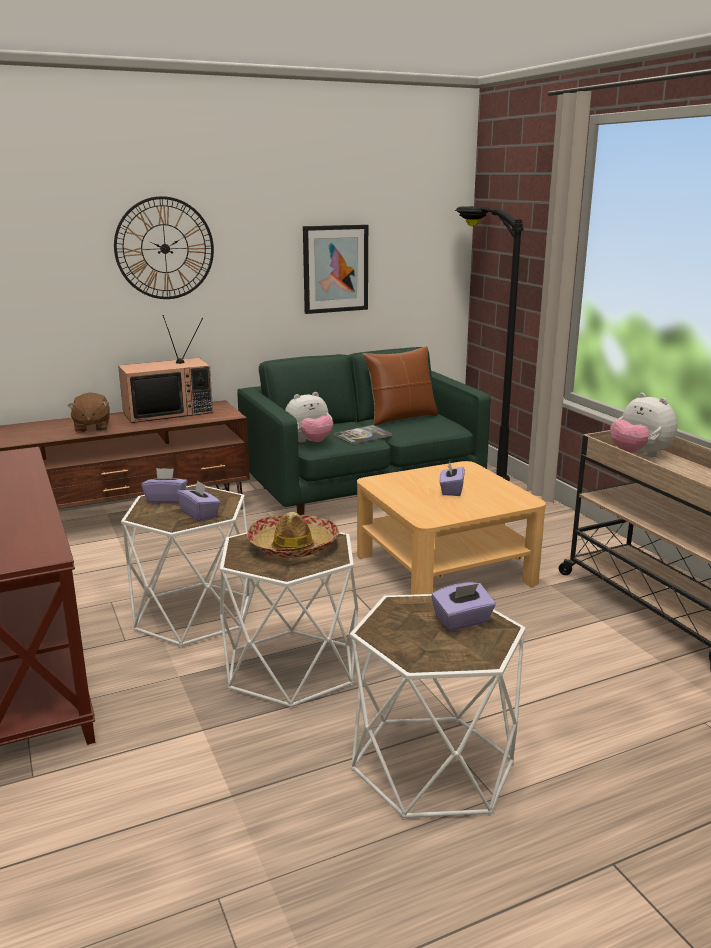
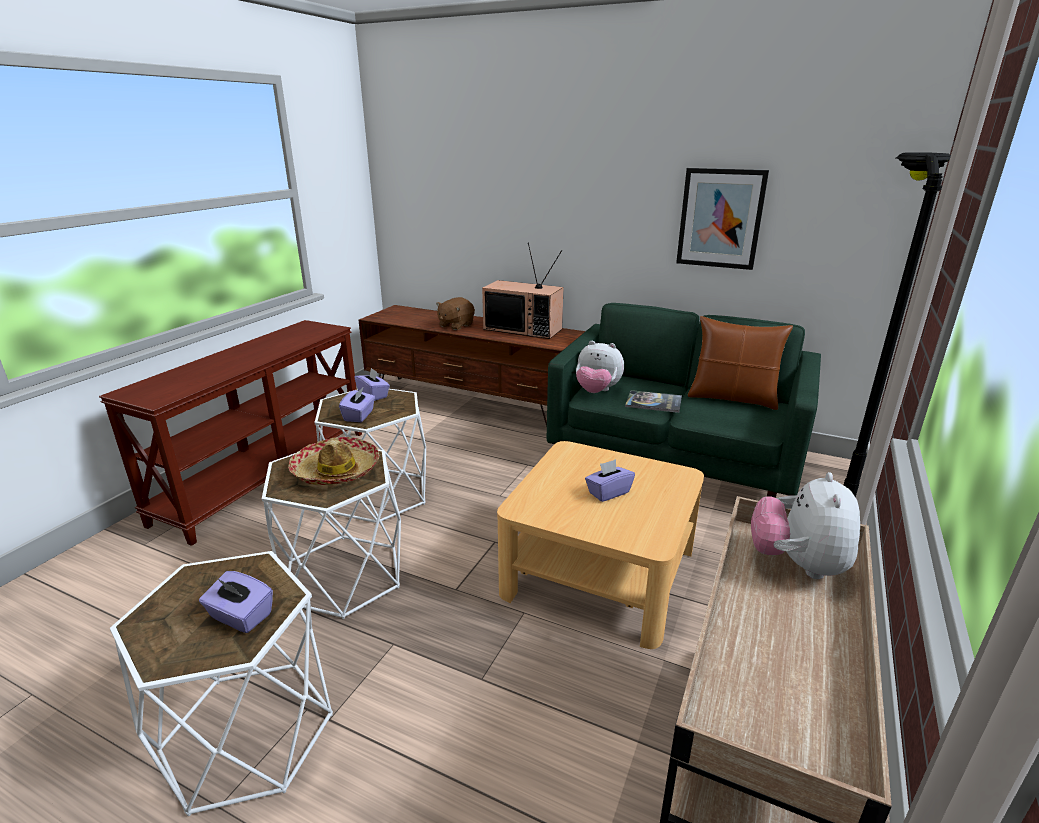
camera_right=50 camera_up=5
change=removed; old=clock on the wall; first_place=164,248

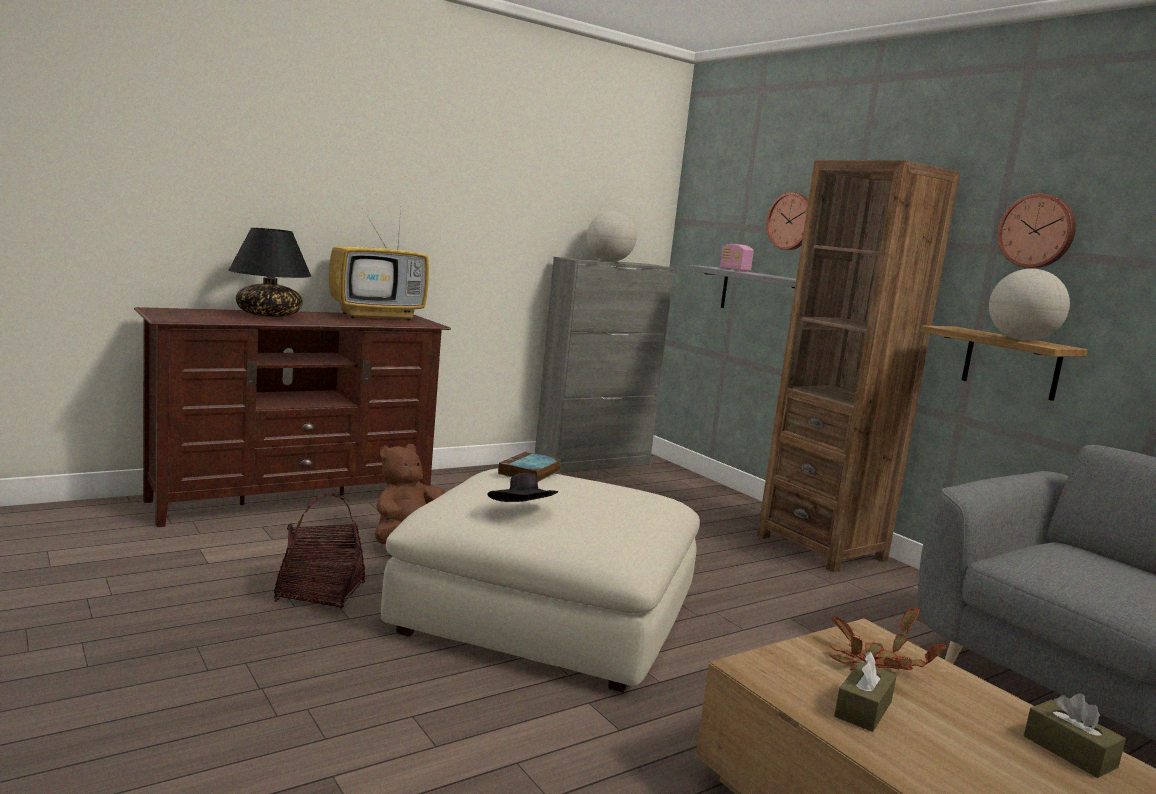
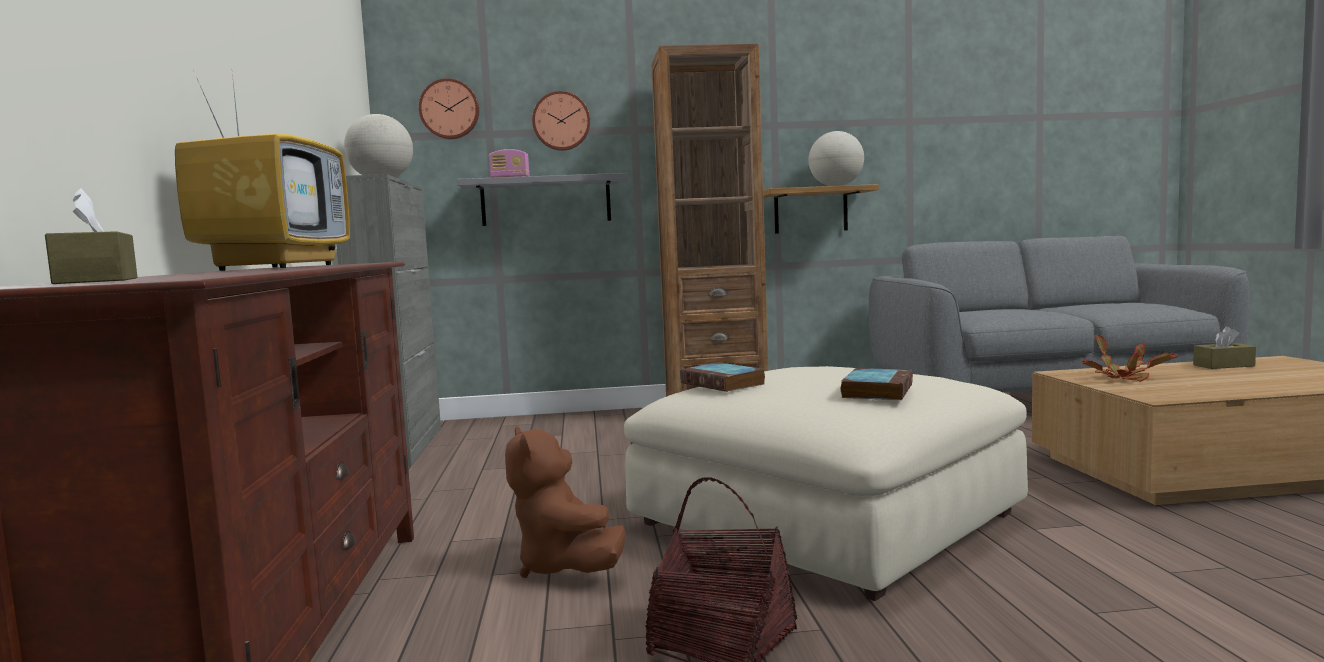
camera_right=-60 camera_up=-5
change=removed; old=table lamp in blackish; first_place=268,315
change=replaced; old=wearable hat in blackish; new=bound book; first_place=522,512; second_place=877,391
change=moved; old=tissue holder in brownish; first_place=863,709; second_place=97,281
change=moved; old=clock on the wall; first_place=1037,231; second_place=449,109

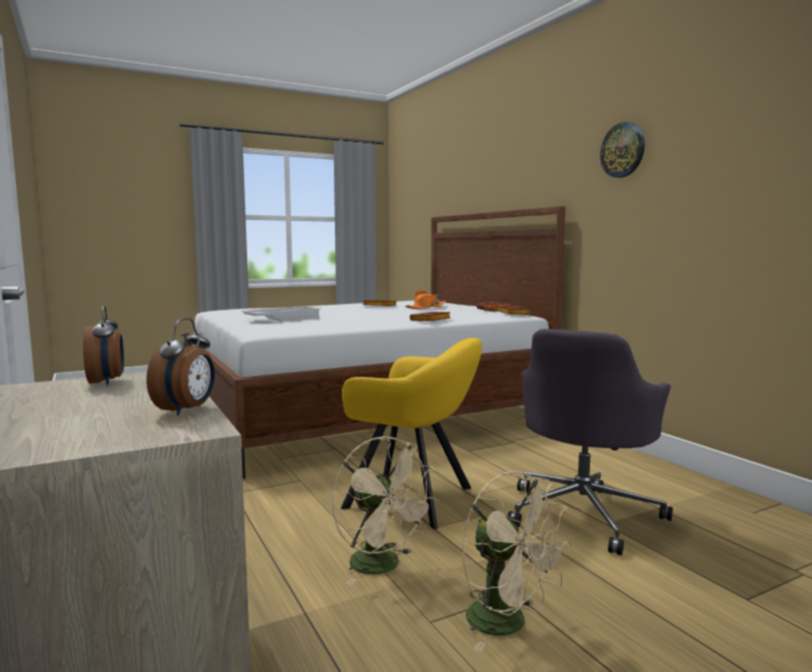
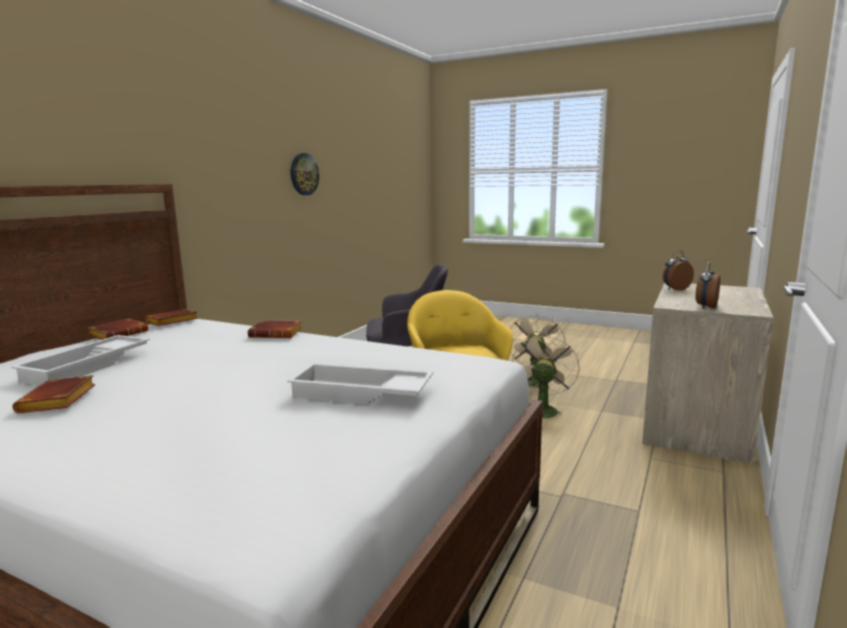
camera_right=-125 camera_up=5
change=replaced; old=wearable hat in orange-coloured; new=tray in white; first_place=425,307; second_place=88,367
change=moved; old=clock on the wall; first_place=623,150; second_place=304,174

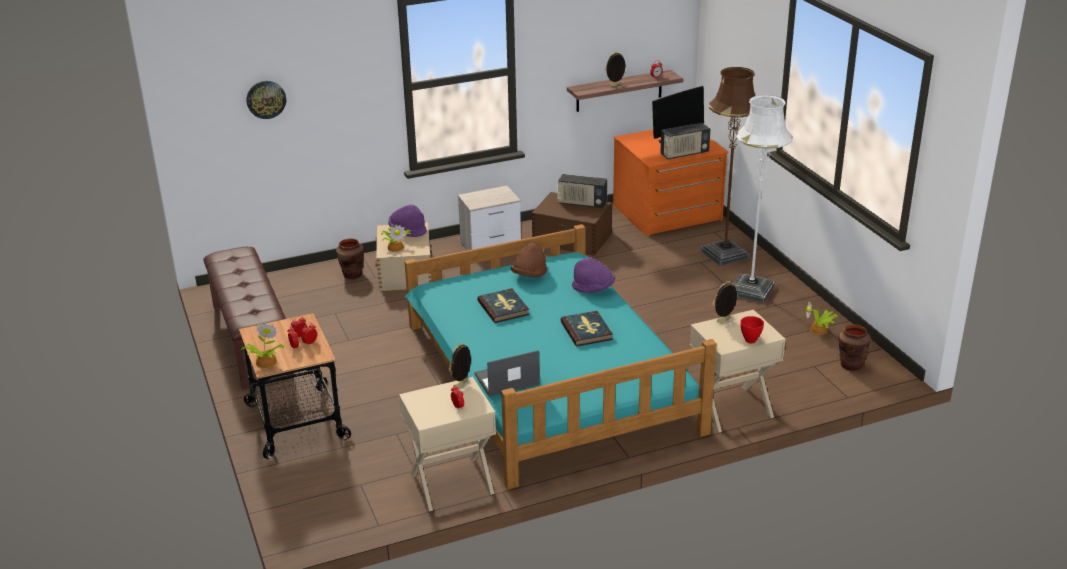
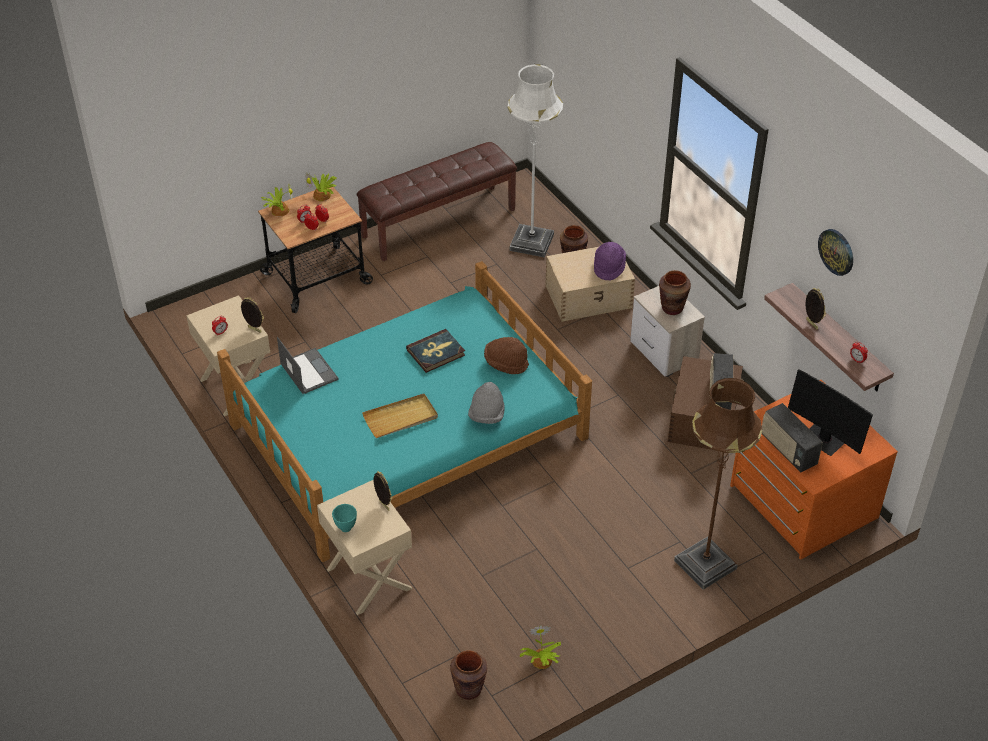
camera_right=80 camera_up=15
change=moved; old=clock on the wall; first_place=266,99; second_place=836,251
change=moved; old=plant in a pot; first_place=396,247; second_place=323,195
change=replaced; old=bound book; new=tray in beige; first_place=586,331; second_place=401,418
change=recoloured; old=wearable hat in purple-coloured; new=wearable hat in greyish; first_place=593,289; second_place=487,415
change=moved; old=standing lamp in white; first_place=751,290; second_place=532,242
change=recoloured; old=deep dish in red-coloured; new=deep dish in turquoise; first_place=750,340; second_place=346,527
change=added; new=decorative vase in brownish; second_place=672,308

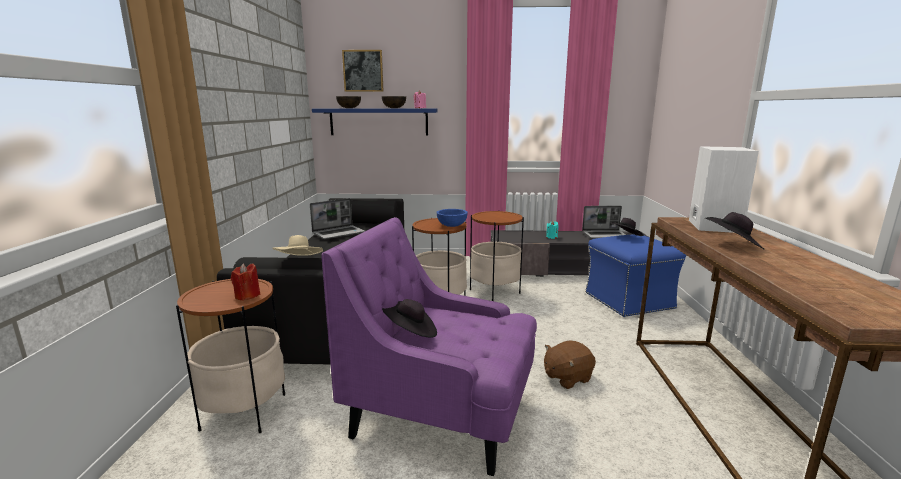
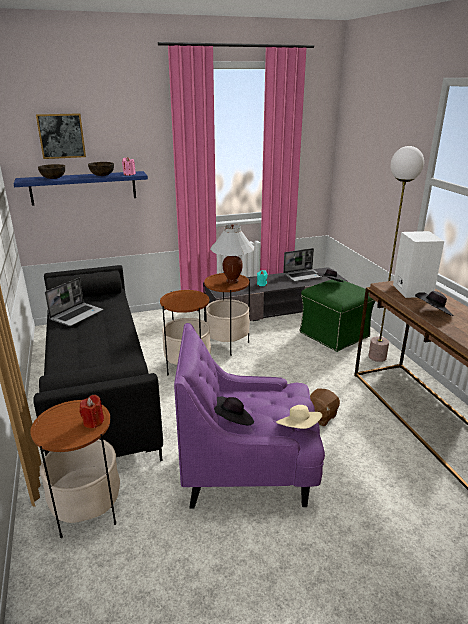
camera_right=-20 camera_up=10
change=moved; old=wearable hat in beige; first_place=299,262; second_place=299,428
change=removed; old=deep dish in blue; first_place=451,225
change=recoloured; old=footrest in blue; new=footrest in greenish; first_place=629,301; second_place=334,335
change=added; new=table lamp in white; second_place=232,281
change=added; new=standing lamp; second_place=377,357

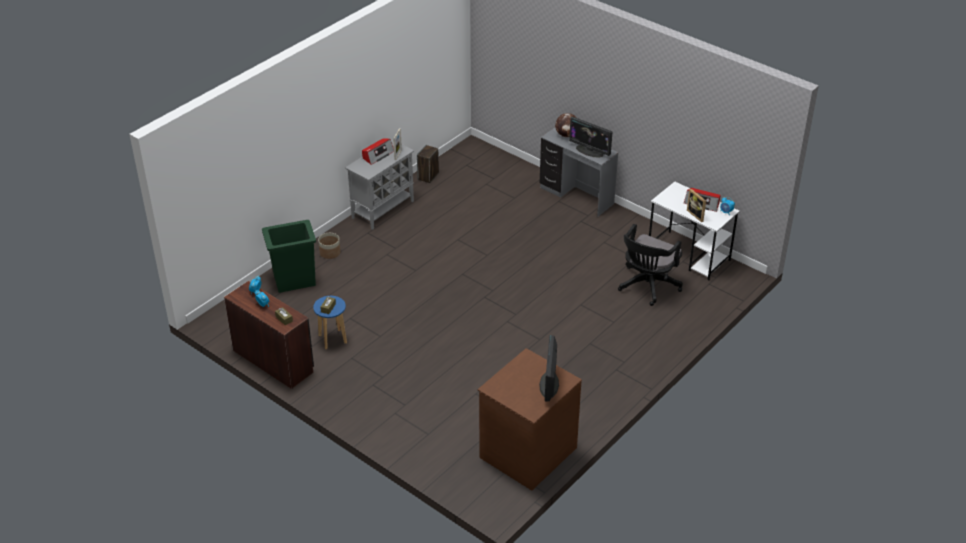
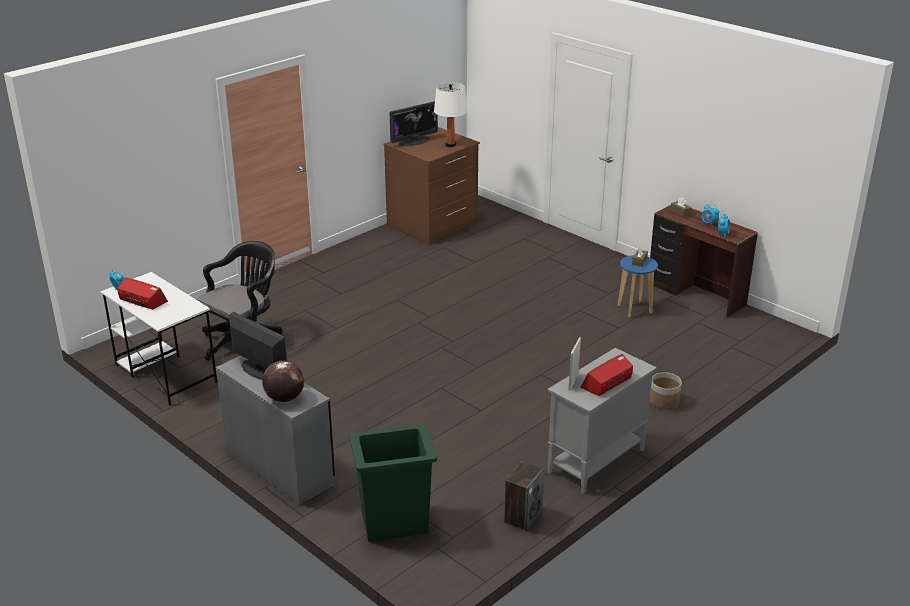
camera_right=-175 camera_up=-10
change=moved; old=trash can in greenish; first_place=294,280; second_place=395,523
change=turned; old=computer display; first_place=549,384; second_place=414,141; degrees=45
change=removed; old=standing frame; first_place=697,215
change=added; new=table lamp in white; second_place=450,144

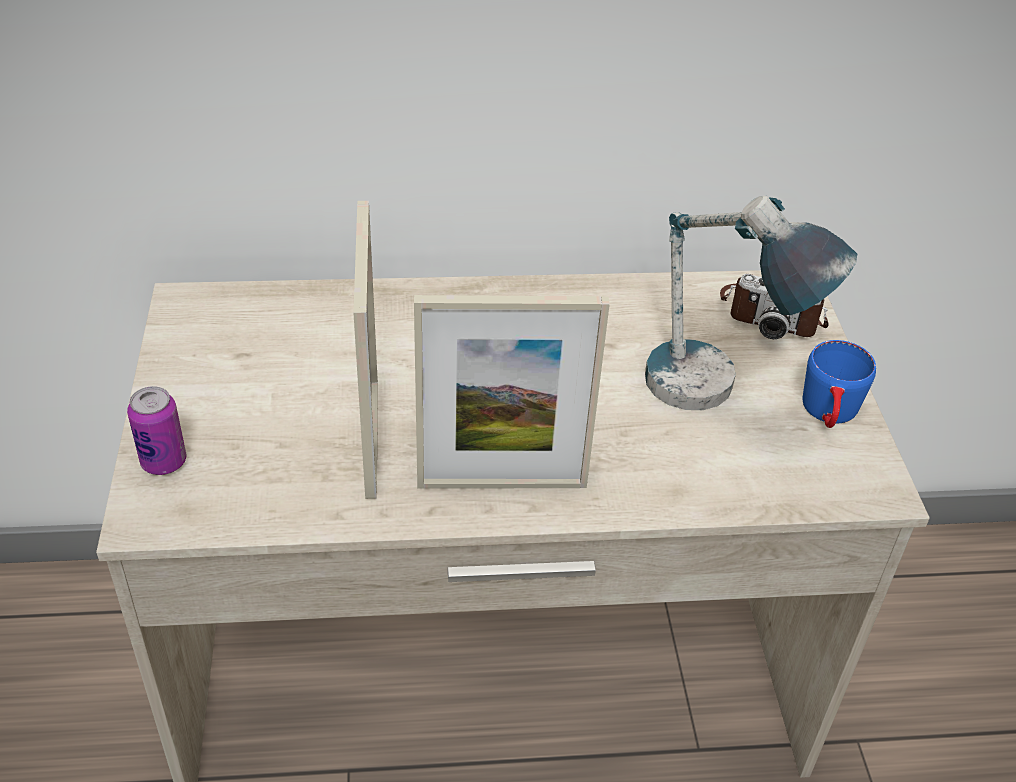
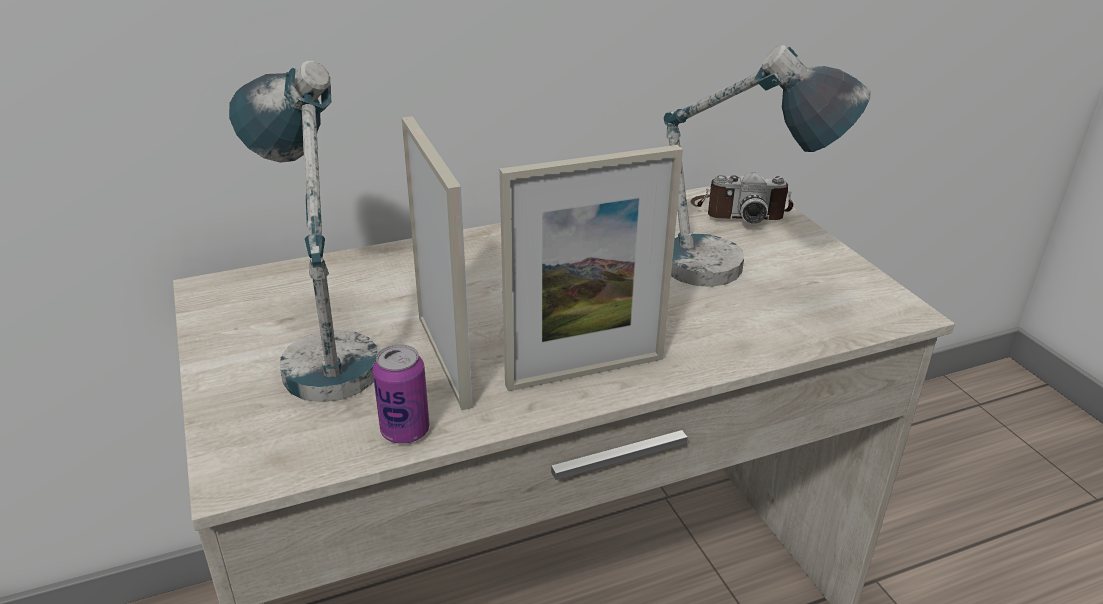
camera_right=-15 camera_up=-10
change=moved; old=metal can; first_place=164,462; second_place=405,431
change=removed; old=mug in blue; first_place=829,414
change=added; new=table lamp; second_place=323,348

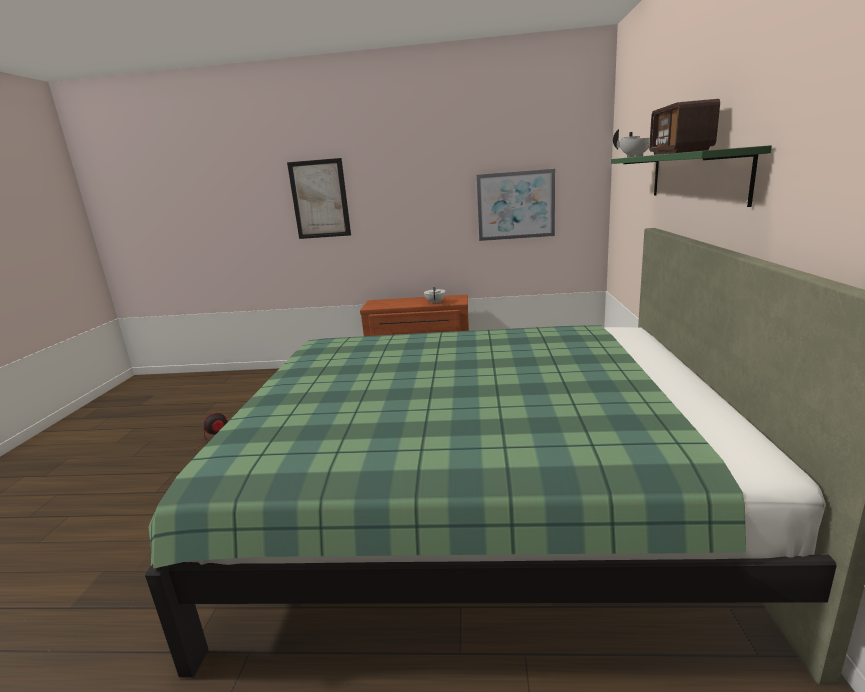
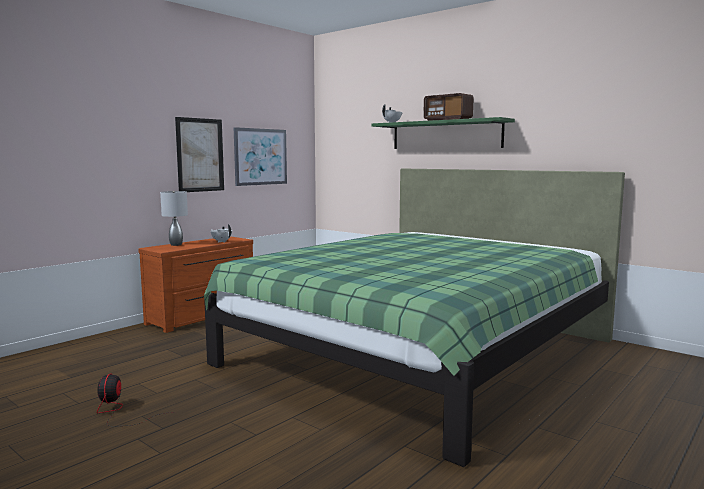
camera_right=-55 camera_up=-10
change=moved; old=wall picture; first_place=320,199; second_place=200,155
change=added; new=table lamp in greyish; second_place=175,244

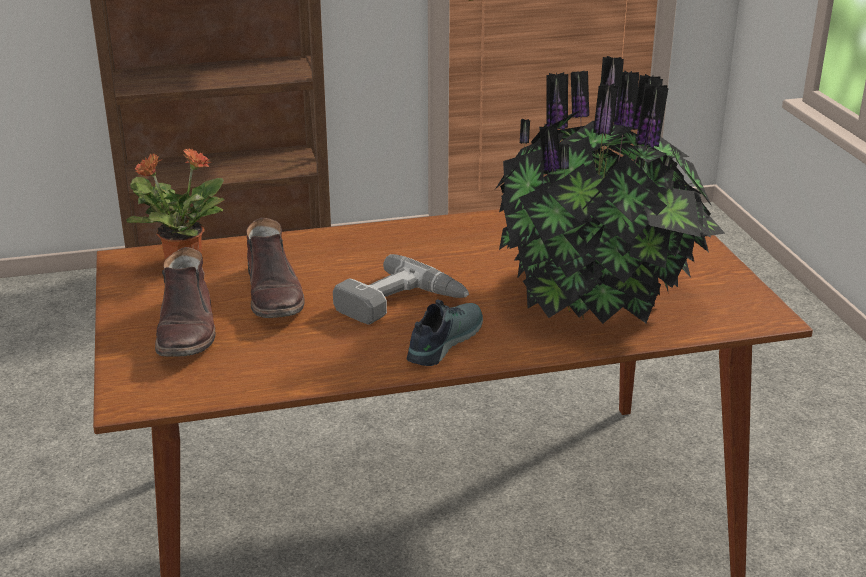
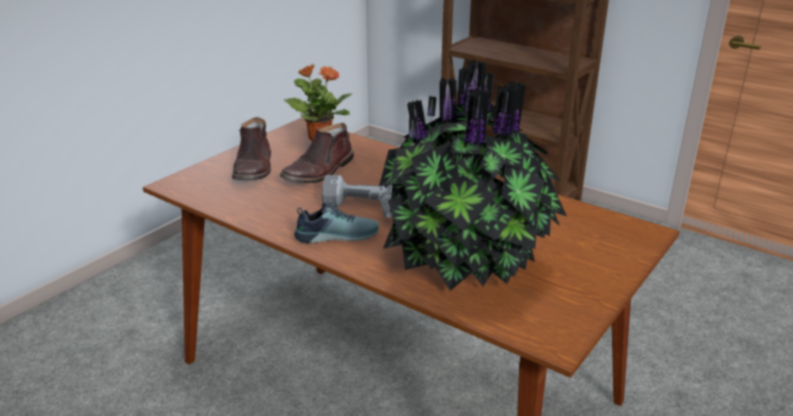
camera_right=50 camera_up=0
change=turned; old=boot in brownish; first_place=188,330; second_place=254,167; degrees=-45

